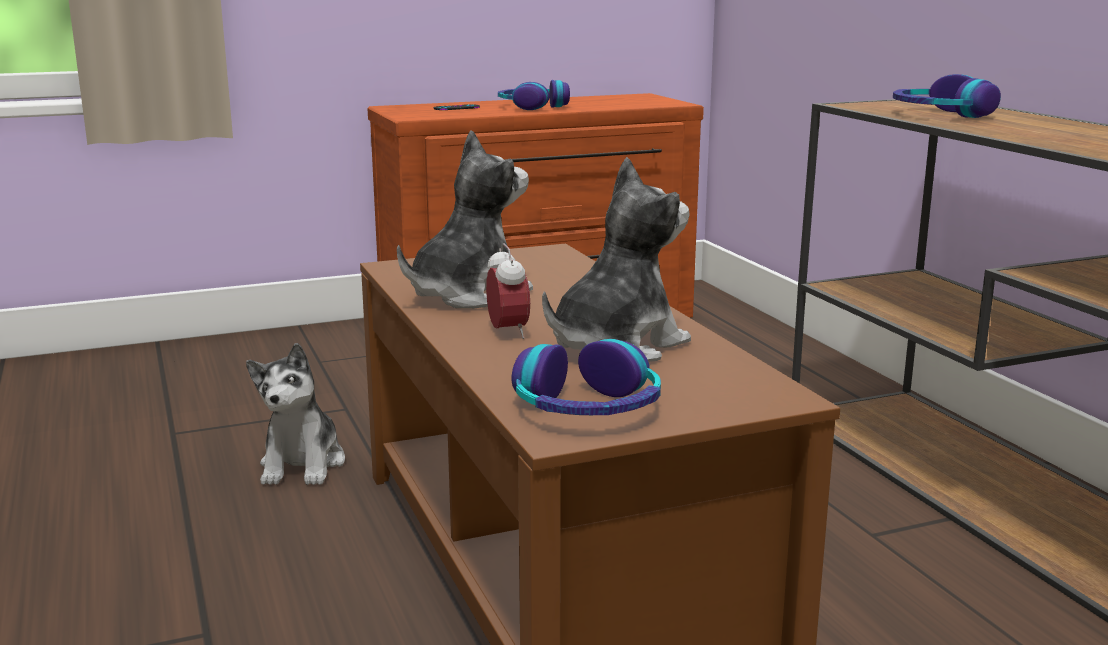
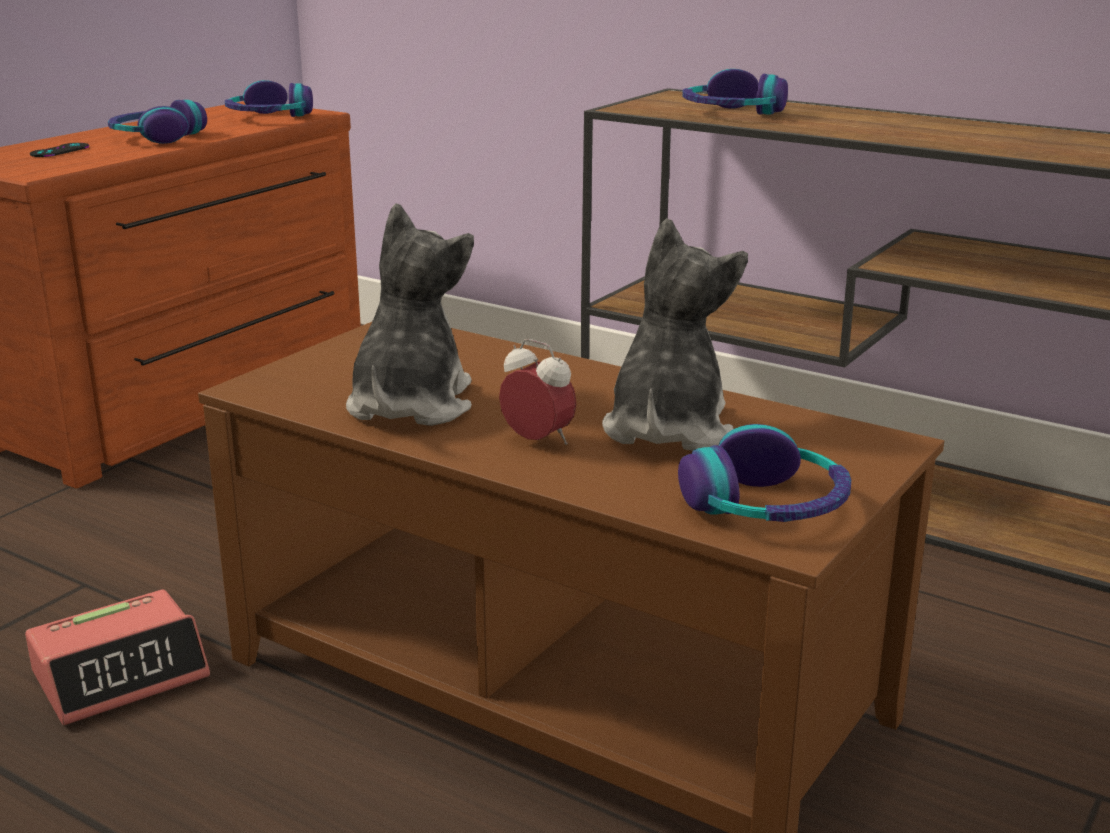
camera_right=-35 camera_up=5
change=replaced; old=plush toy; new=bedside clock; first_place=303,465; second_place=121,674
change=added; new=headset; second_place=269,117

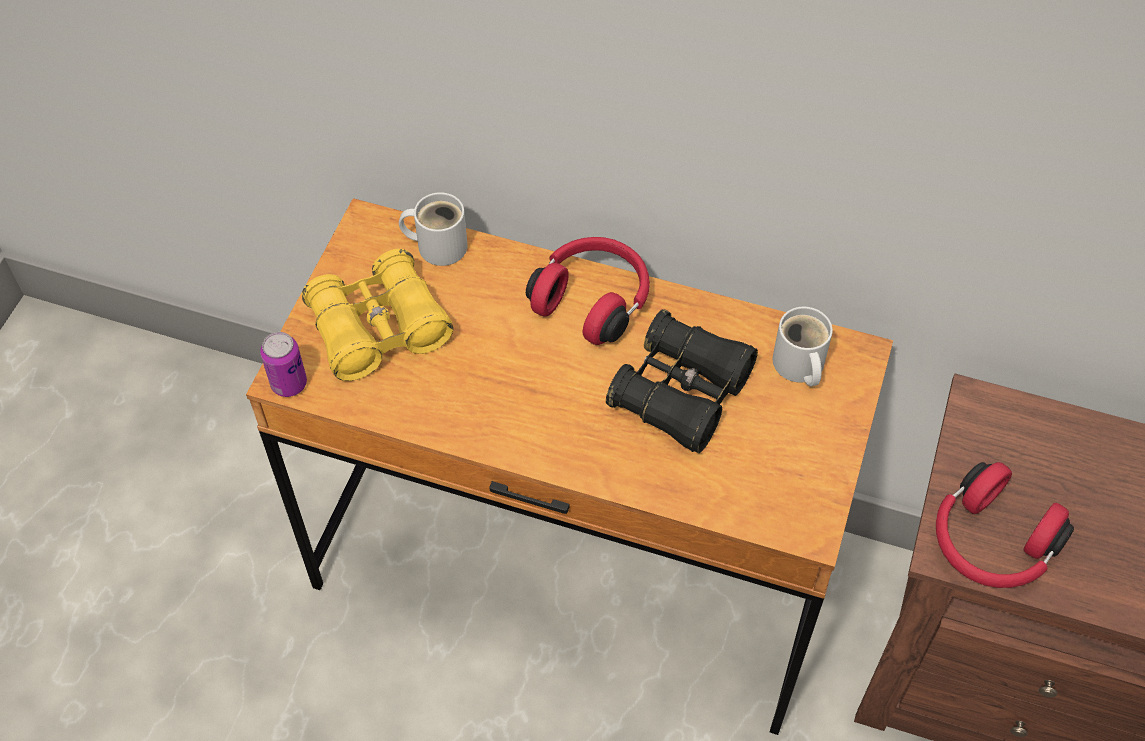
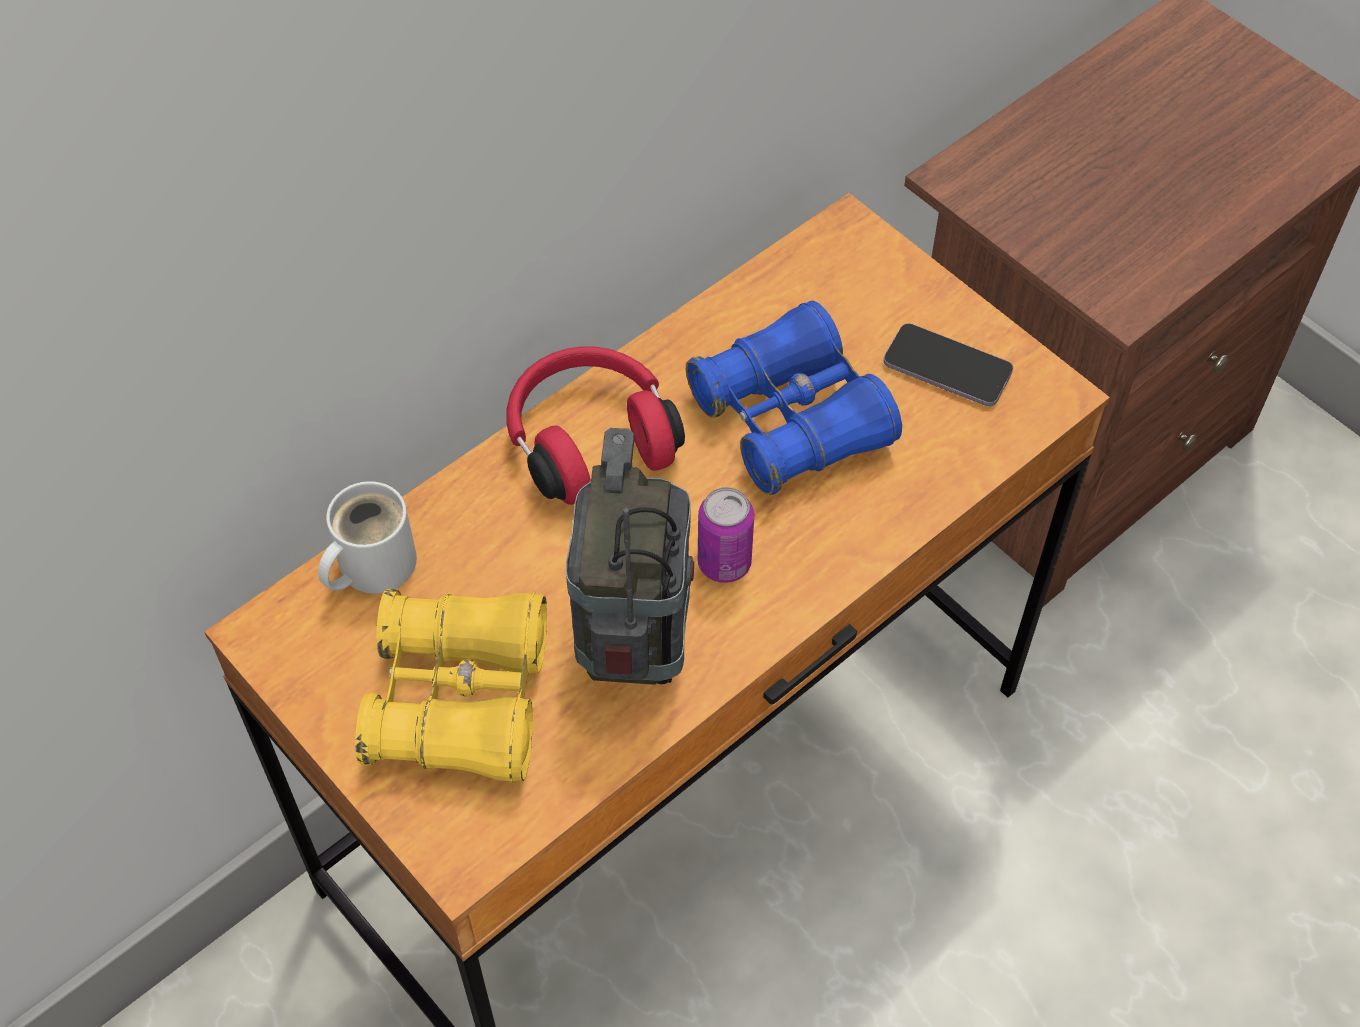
camera_right=-60 camera_up=0
change=moved; old=metal can; first_place=289,384; second_place=724,563
change=recoloured; old=binoculars in blackish; new=binoculars in blue; first_place=681,393; second_place=791,419
change=removed; old=mug in white; first_place=798,366
change=removed; old=headset in red-coloured; first_place=990,544
change=added; new=radio; second_place=635,646
change=added; new=phone; second_place=947,367

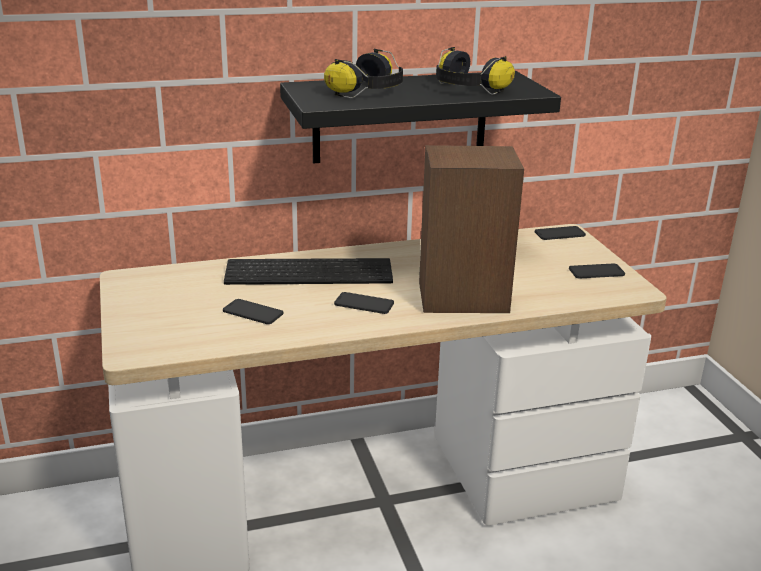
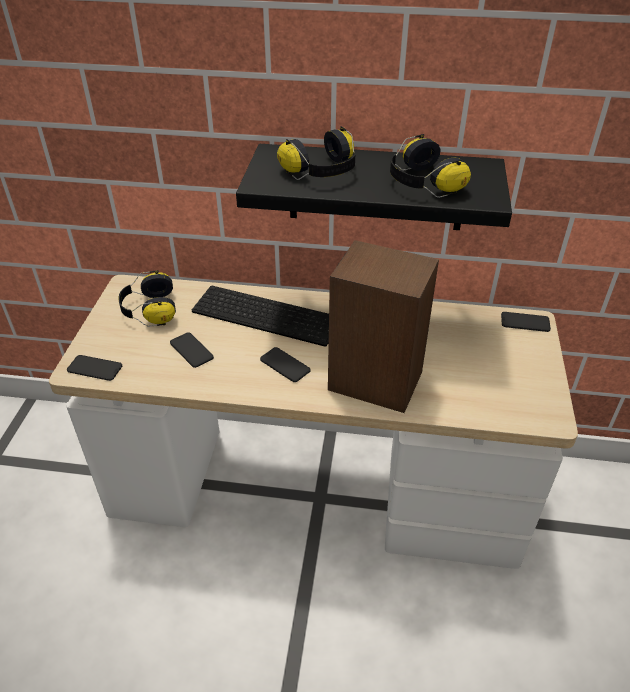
camera_right=25 camera_up=15
change=moved; old=phone; first_place=596,272; second_place=95,368
change=added; new=headset; second_place=149,310

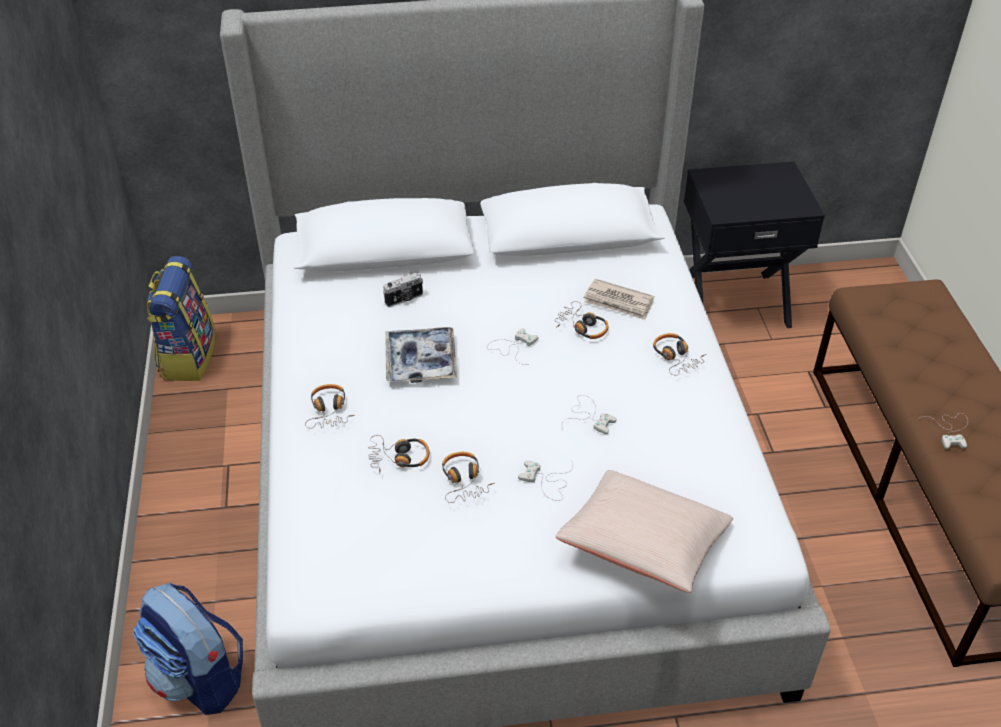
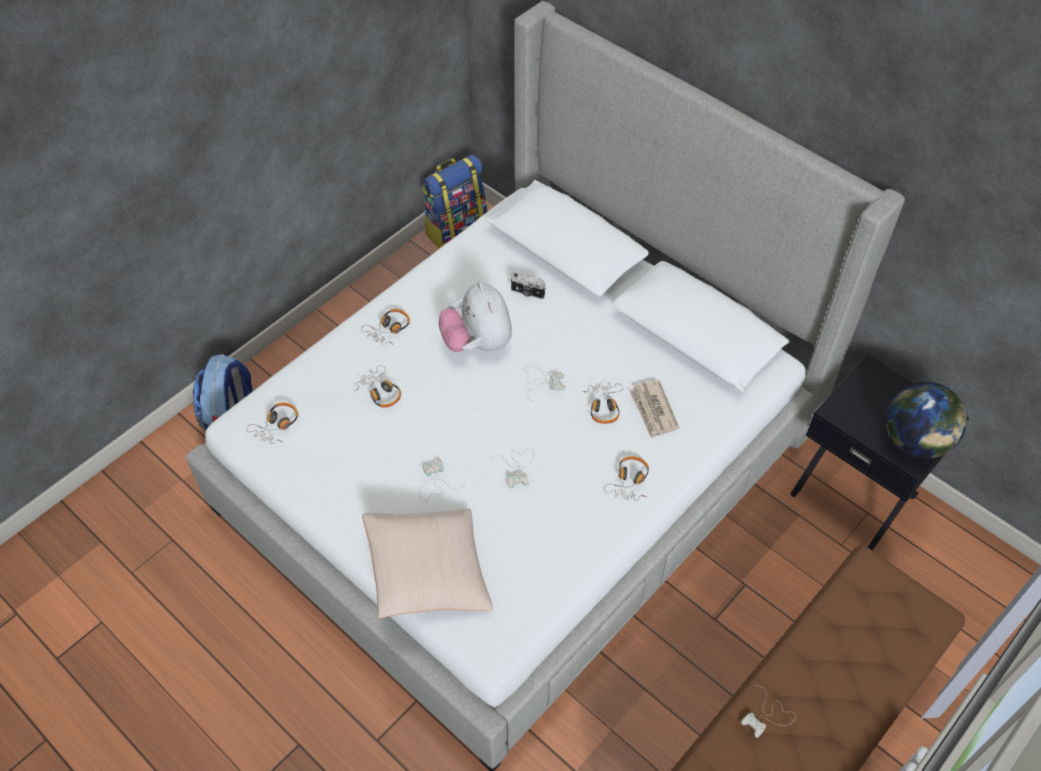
camera_right=50 camera_up=10
change=replaced; old=tray; new=plush toy; first_place=421,361; second_place=477,343
change=moved; old=headset; first_place=464,481; second_place=277,426
change=added; new=globe; second_place=914,441

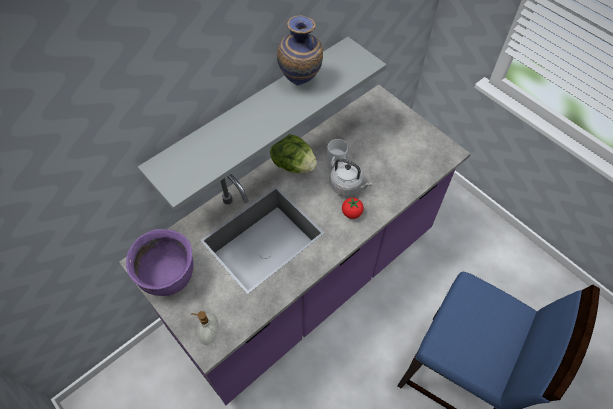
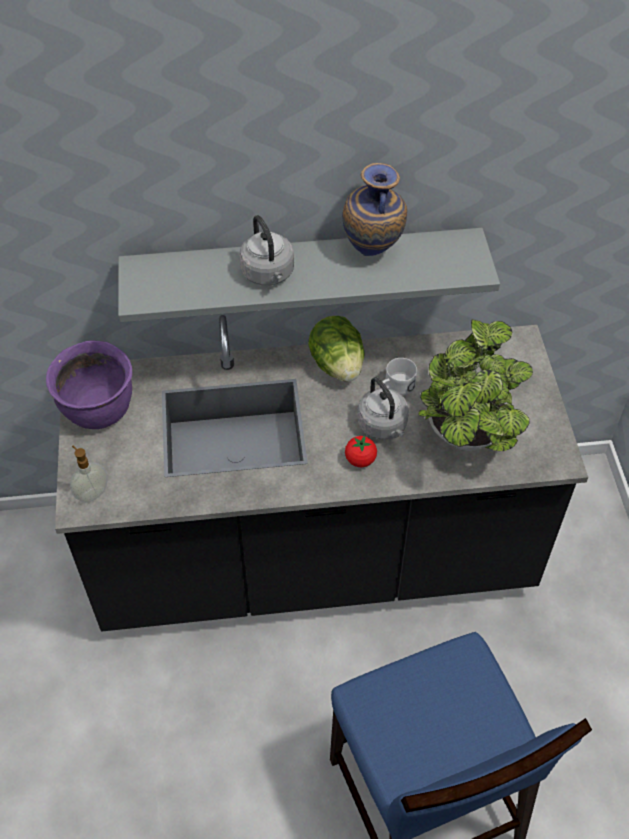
camera_right=35 camera_up=-5
change=recoloured; old=counter in purple-coloured; new=counter in blackish; first_place=306,281; second_place=314,557
change=added; new=kettle in greyish; second_place=268,274
change=added; new=plant in a pot; second_place=465,439

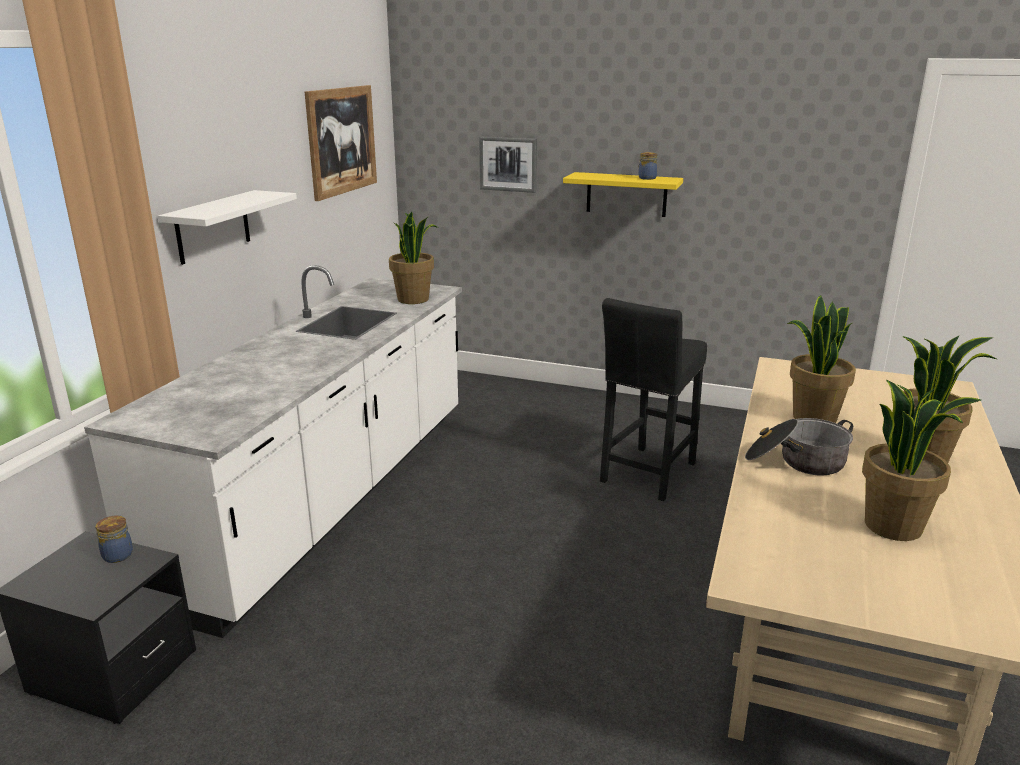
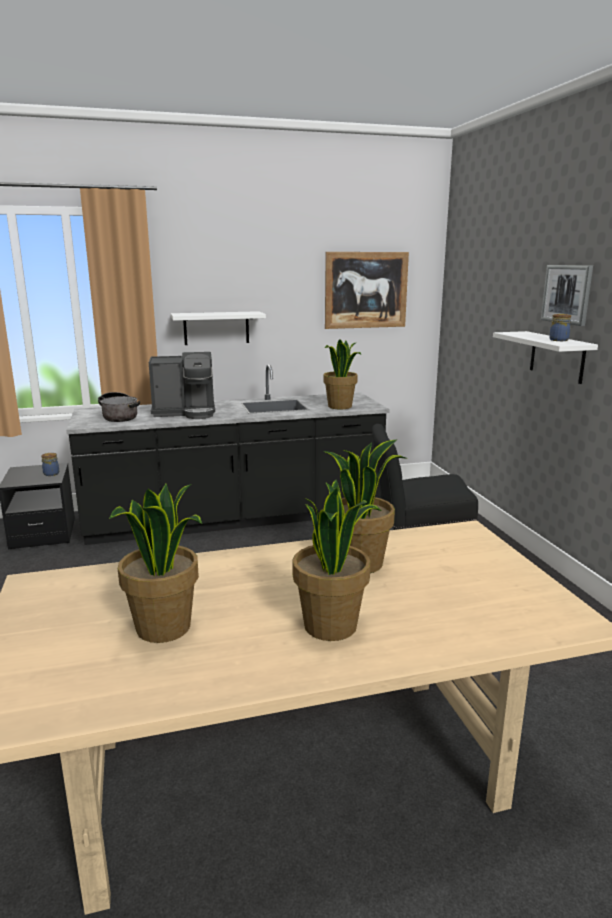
camera_right=55 camera_up=-5
change=recoloured; old=counter in white; new=counter in blackish; first_place=330,497; second_place=235,519
change=moved; old=wall picture; first_place=508,164; second_place=567,294
change=recoloured; old=shelf in yellow-coloured; new=shelf in white; first_place=626,194; second_place=557,357
change=moved; old=stockpot; first_place=796,461; second_place=119,416
change=added; new=coffee maker; second_place=186,412

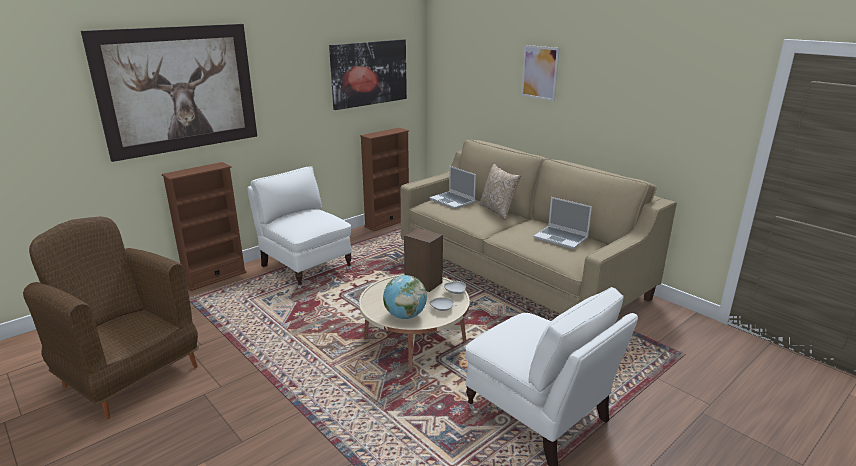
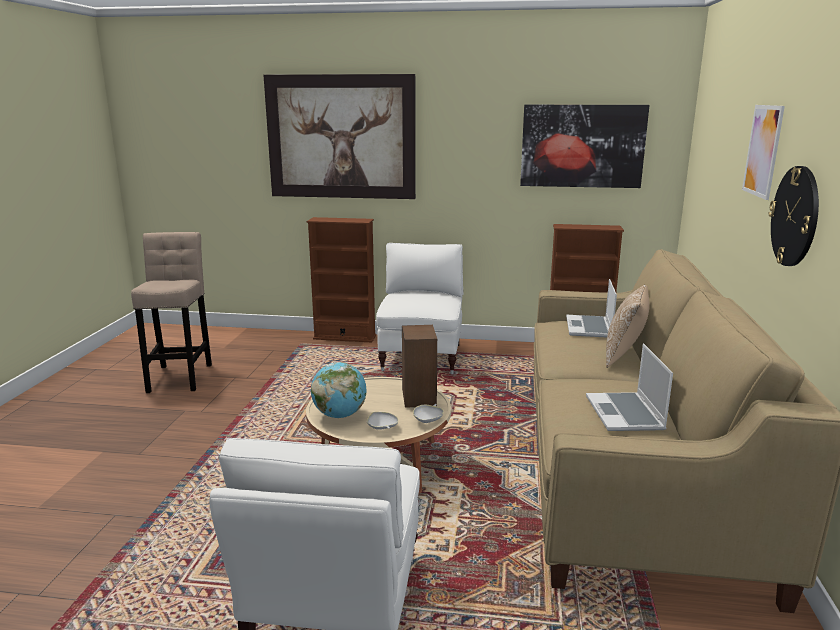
camera_right=50 camera_up=-5
change=replaced; old=lounge chair in brownish; new=sitting stool in beige; first_place=130,375; second_place=180,376
change=added; new=clock on the wall; second_place=795,216

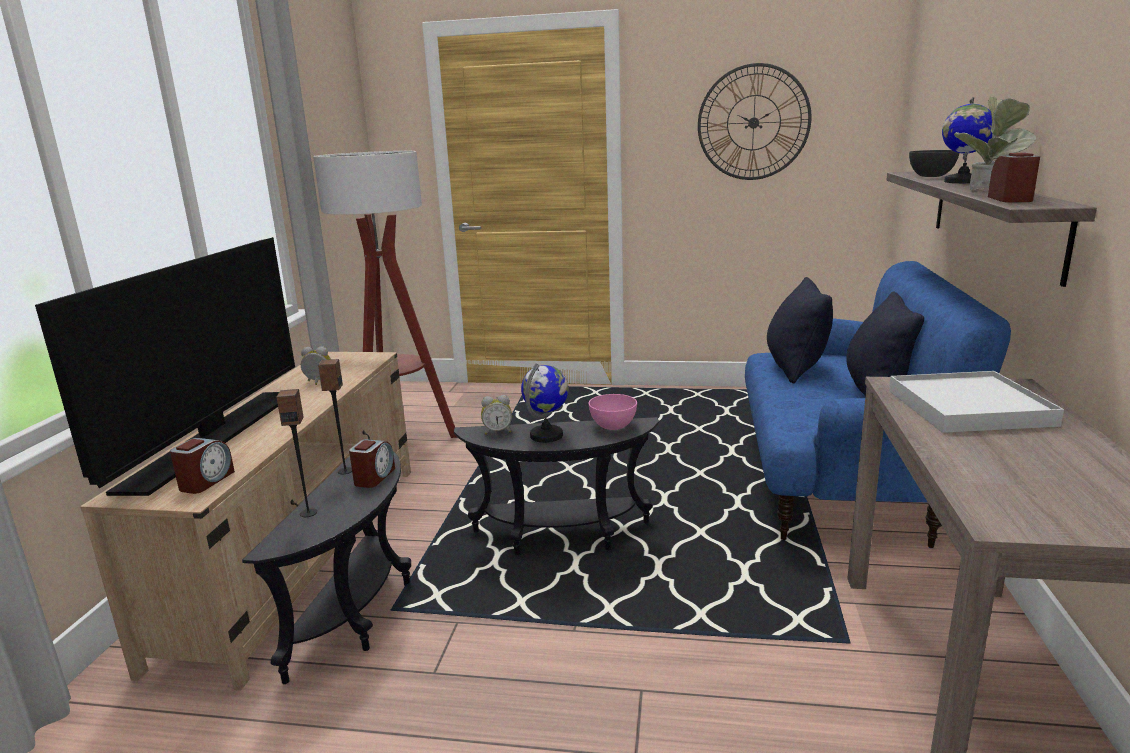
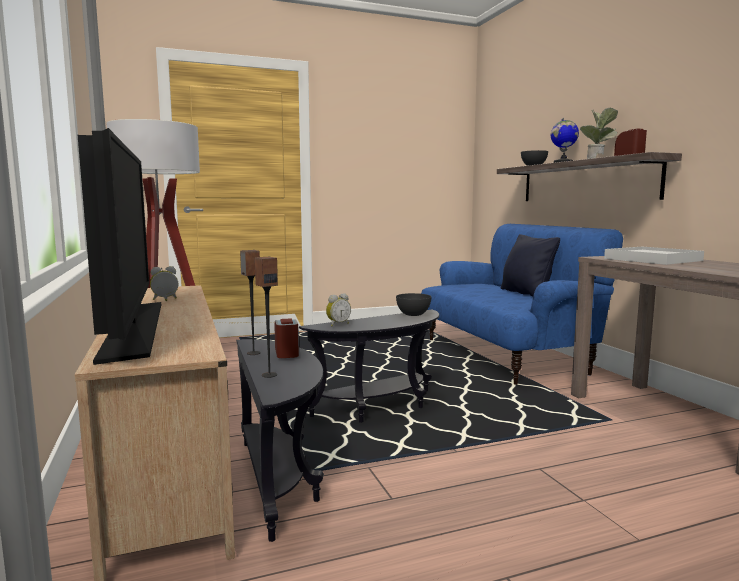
camera_right=-30 camera_up=-10
change=removed; old=bedside clock; first_place=206,481
change=removed; old=globe; first_place=547,435
change=recoloured; old=deep dish in pink; new=deep dish in greyish; first_place=612,426; second_place=413,315
change=removed; old=clock on the wall; first_place=753,122
change=removed; old=cushion in blackish; first_place=795,368

